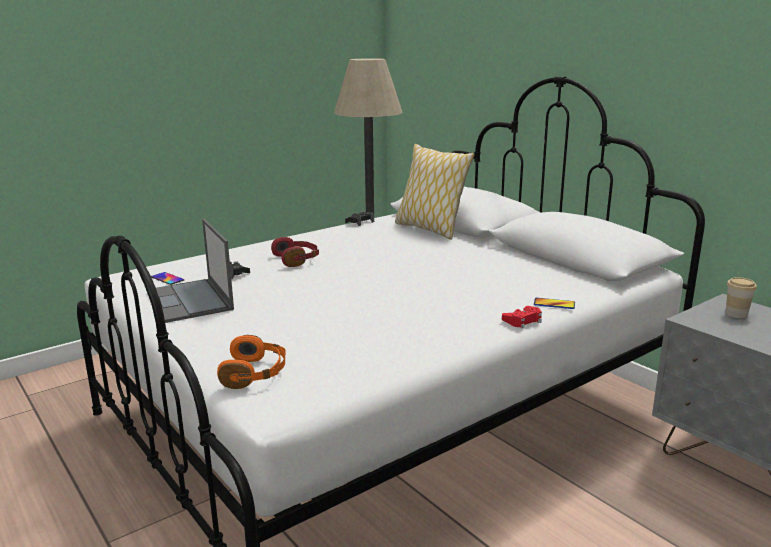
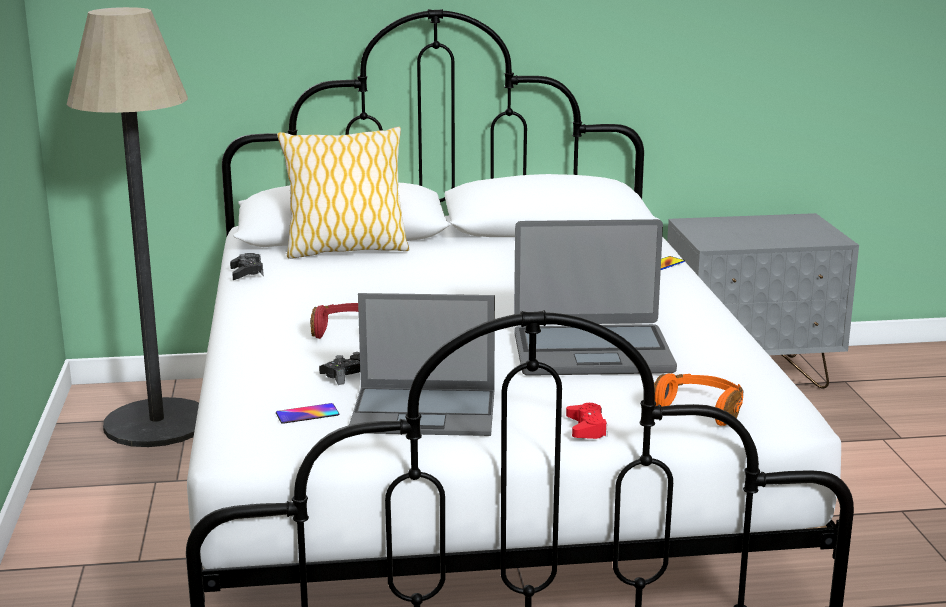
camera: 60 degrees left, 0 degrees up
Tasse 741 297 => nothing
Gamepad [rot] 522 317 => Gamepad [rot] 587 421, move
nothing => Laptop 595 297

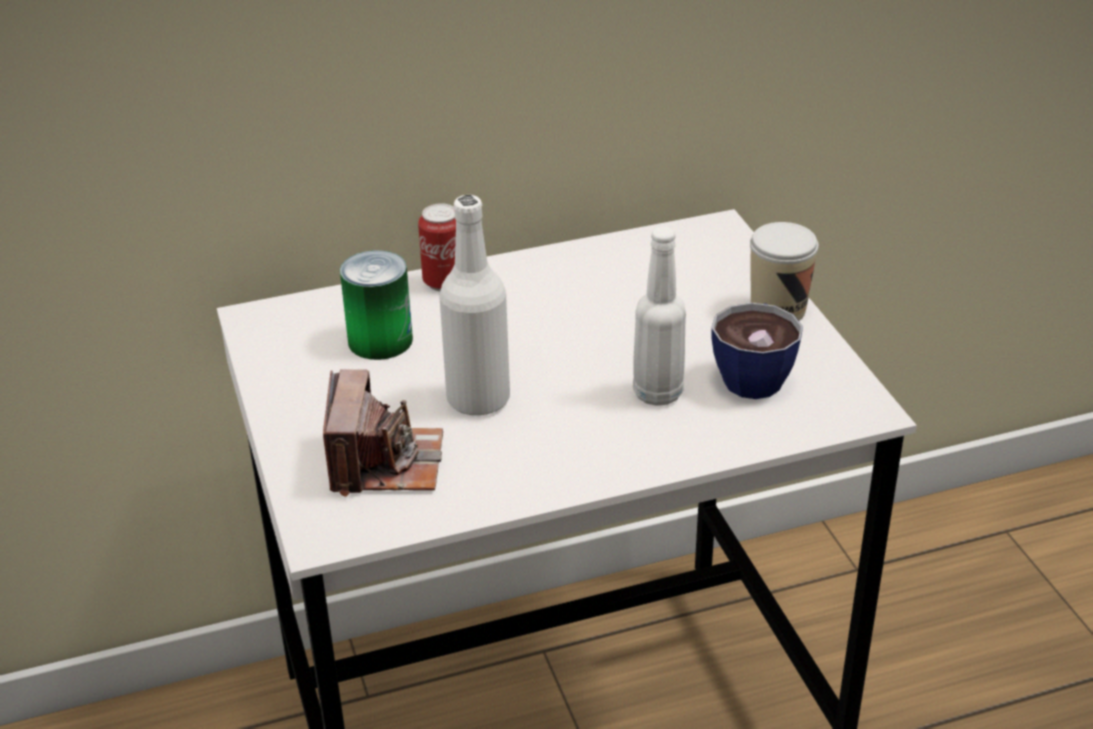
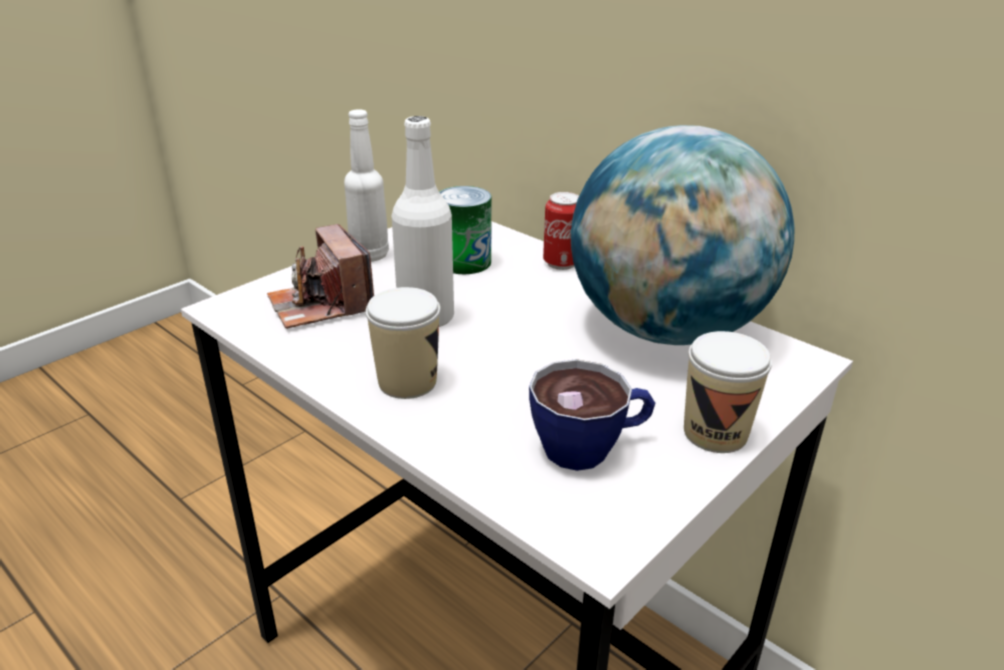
camera: 60 degrees right, 5 degrees down
Flasche [weiß] 659 316 => Flasche [weiß] 366 185, move
Kamera 383 433 => Kamera 320 276, 90 degrees clockwise
nothing => Globus 683 235
nothing => Tasse 403 343

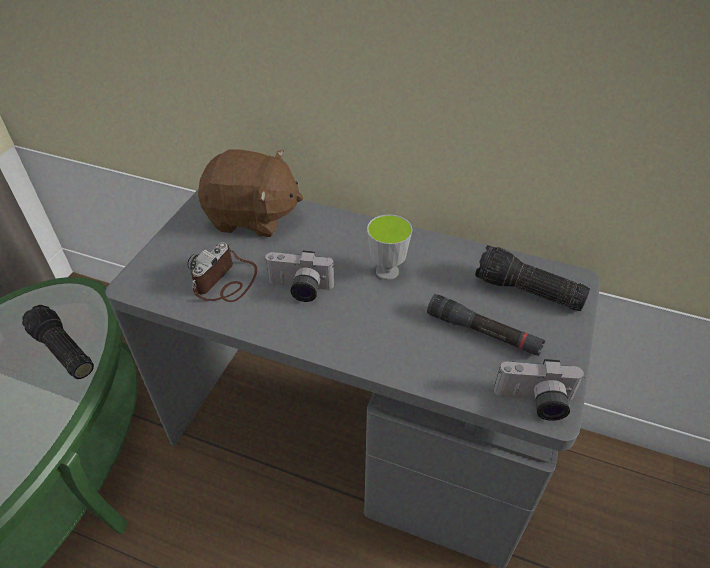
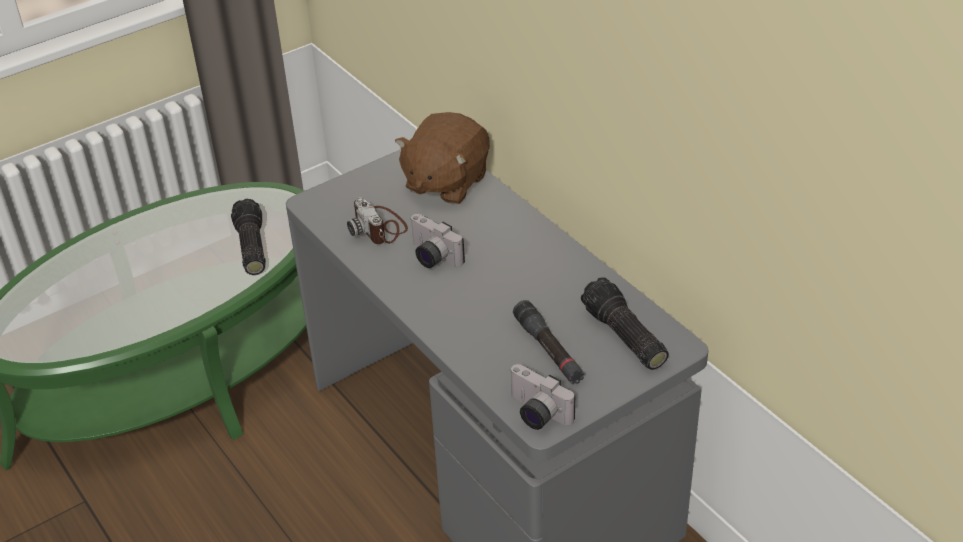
camera: 35 degrees right, 5 degrees down
Plüschtier [braun] 250 193 => Plüschtier [braun] 442 158, 75 degrees clockwise
Tasse 389 247 => nothing
Kamera 222 272 => Kamera 377 220, 90 degrees counterclockwise

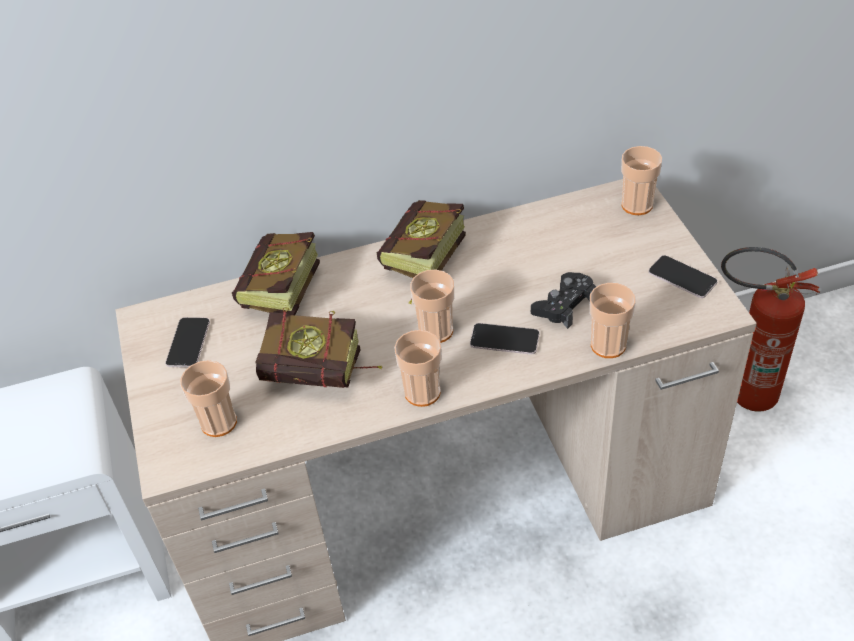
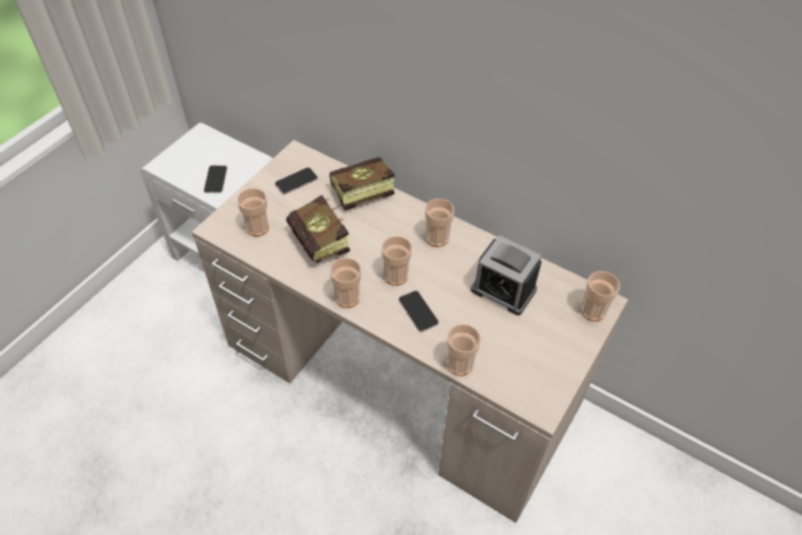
camera: 45 degrees right, 5 degrees up
Buch 421 252 => Tasse 439 223
Feuerlöscher 770 329 => nothing
Handy 683 276 => Handy 215 179, move
Gamepad [schwarz] 563 300 => nothing
nothing => Wecker 506 275

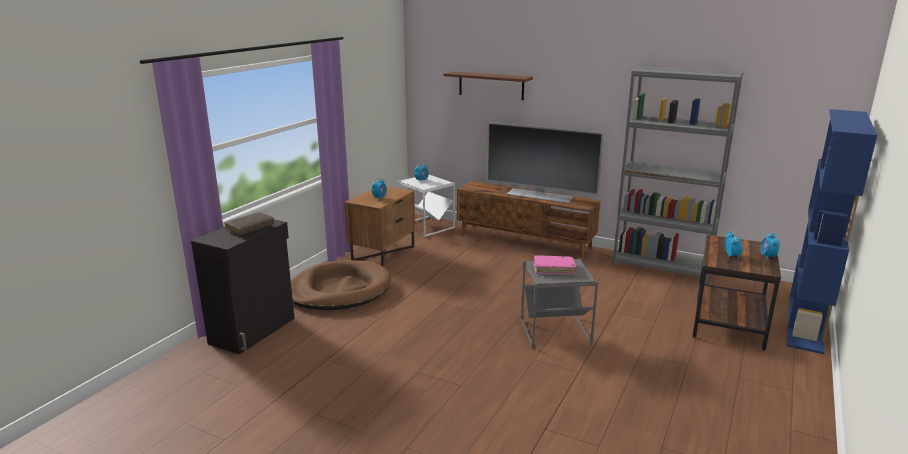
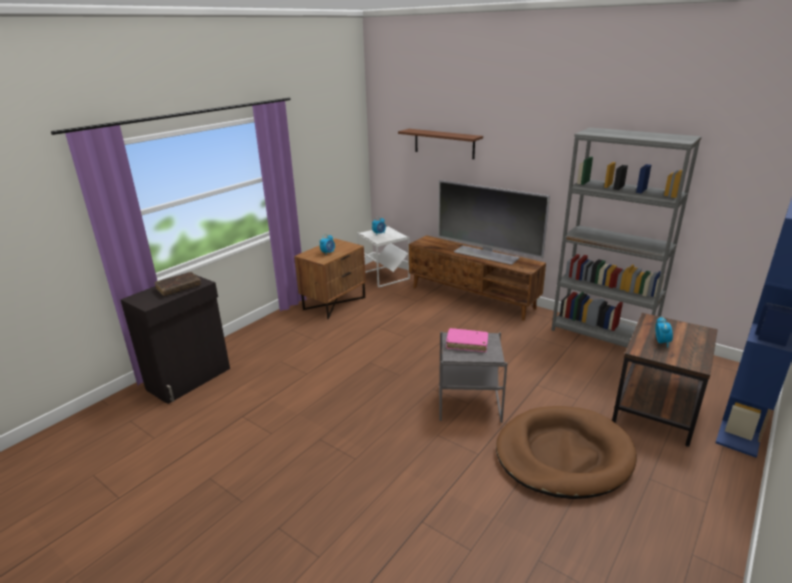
camera: 10 degrees right, 5 degrees up
Wecker 770 246 => nothing
Hundebett [braun] 341 285 => Hundebett [braun] 566 452, move

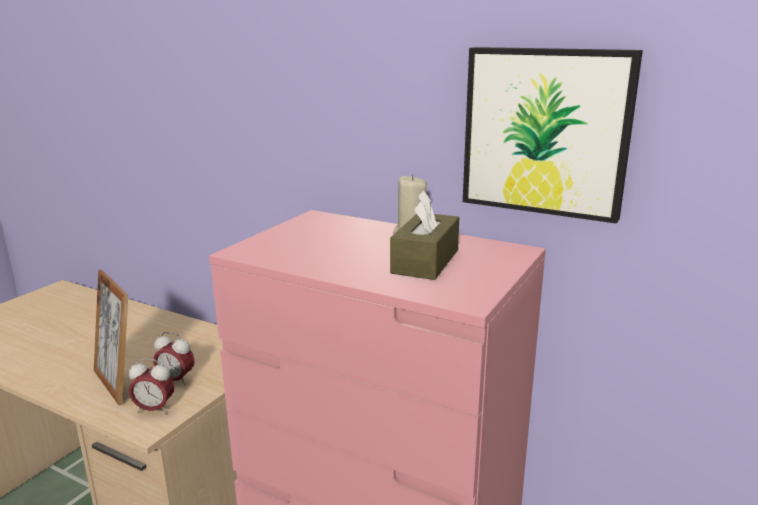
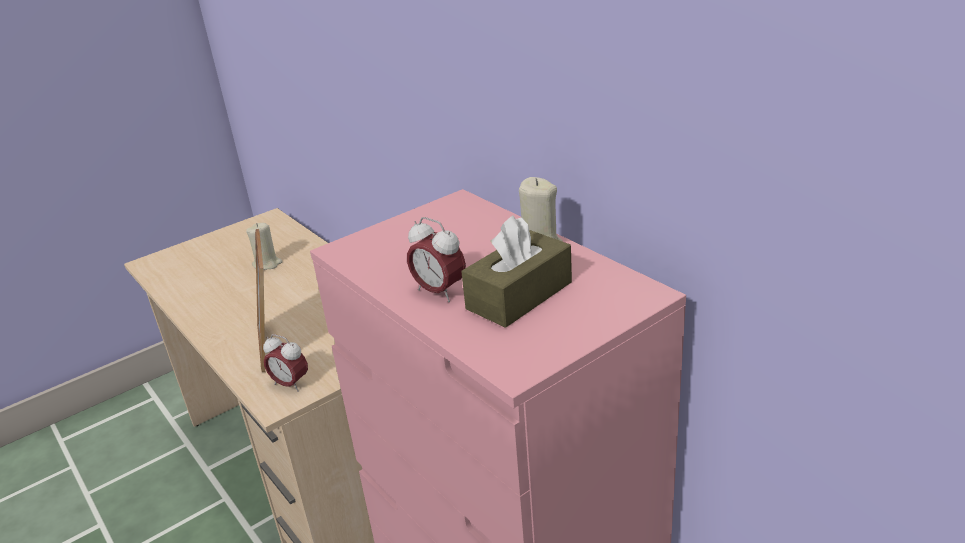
camera: 25 degrees right, 10 degrees up
Bild 553 135 => nothing
Wecker 174 359 => Wecker 436 259, move
nothing => Kerze [beige] 264 246

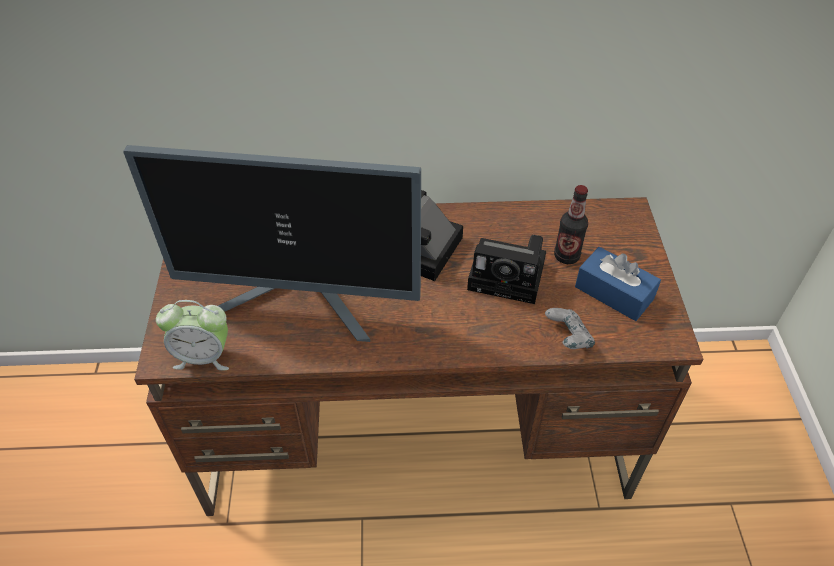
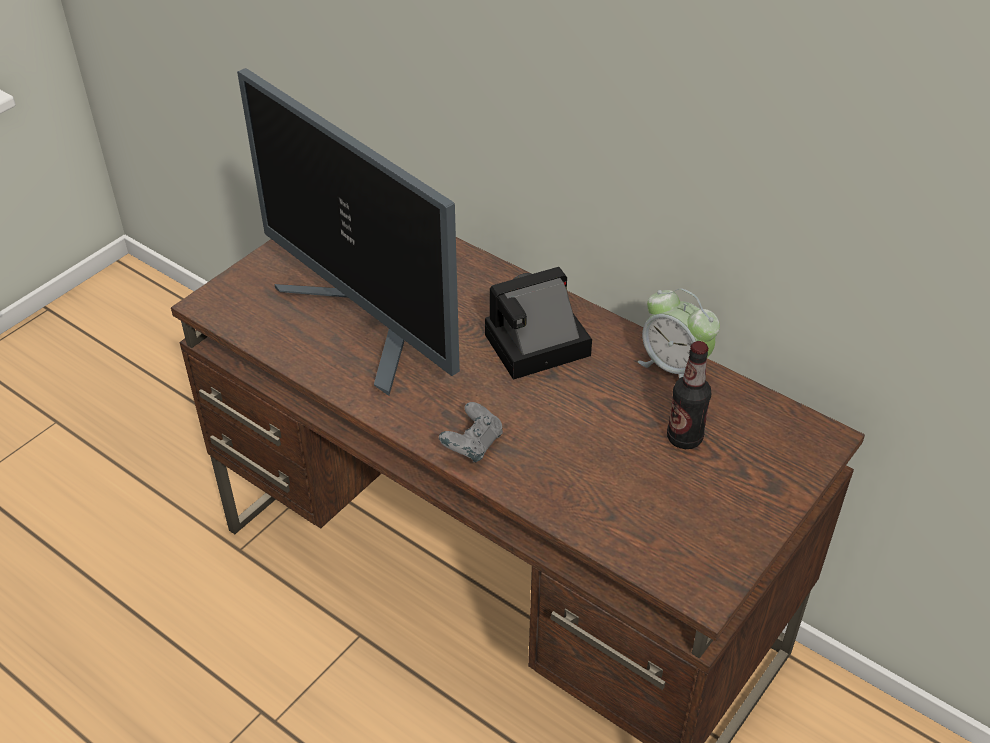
camera: 40 degrees right, 5 degrees down
Kamera 506 269 => nothing
Taschentuchbox [blau] 618 284 => nothing
Wecker 192 335 => Wecker 679 333, move
Gamepad [grau] 570 328 => Gamepad [grau] 471 432, move

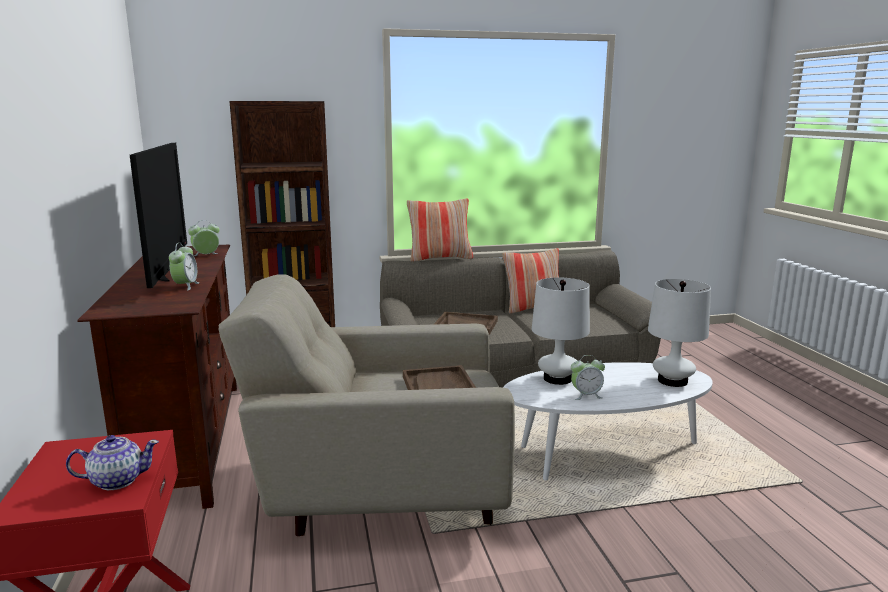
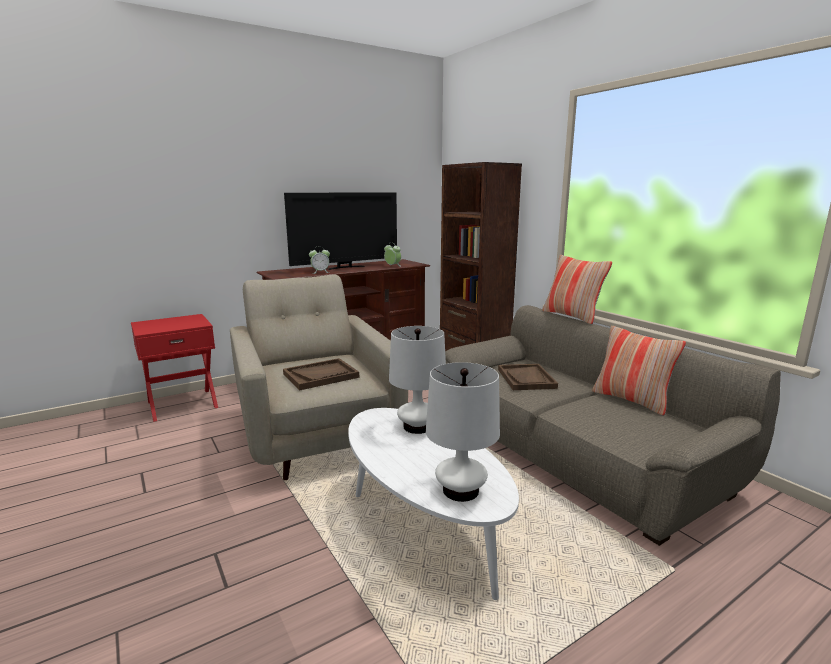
camera: 70 degrees right, 0 degrees up
Wecker 588 377 => nothing
Teekanne 112 462 => nothing

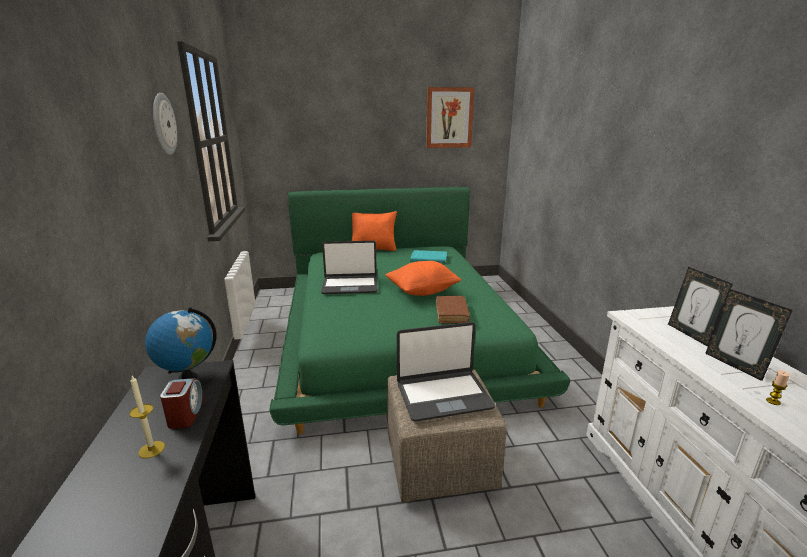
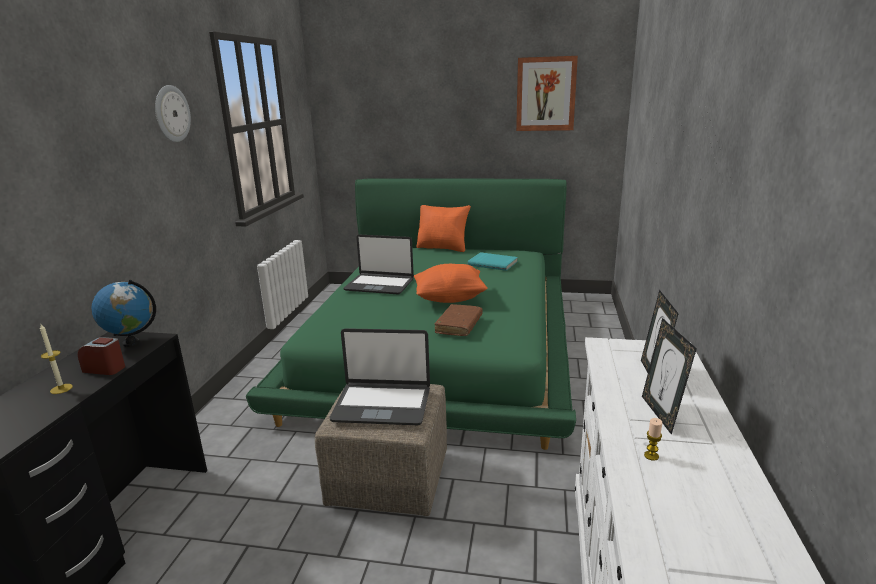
camera: 20 degrees right, 0 degrees up
Wecker 182 403 => Wecker 101 356, 90 degrees counterclockwise

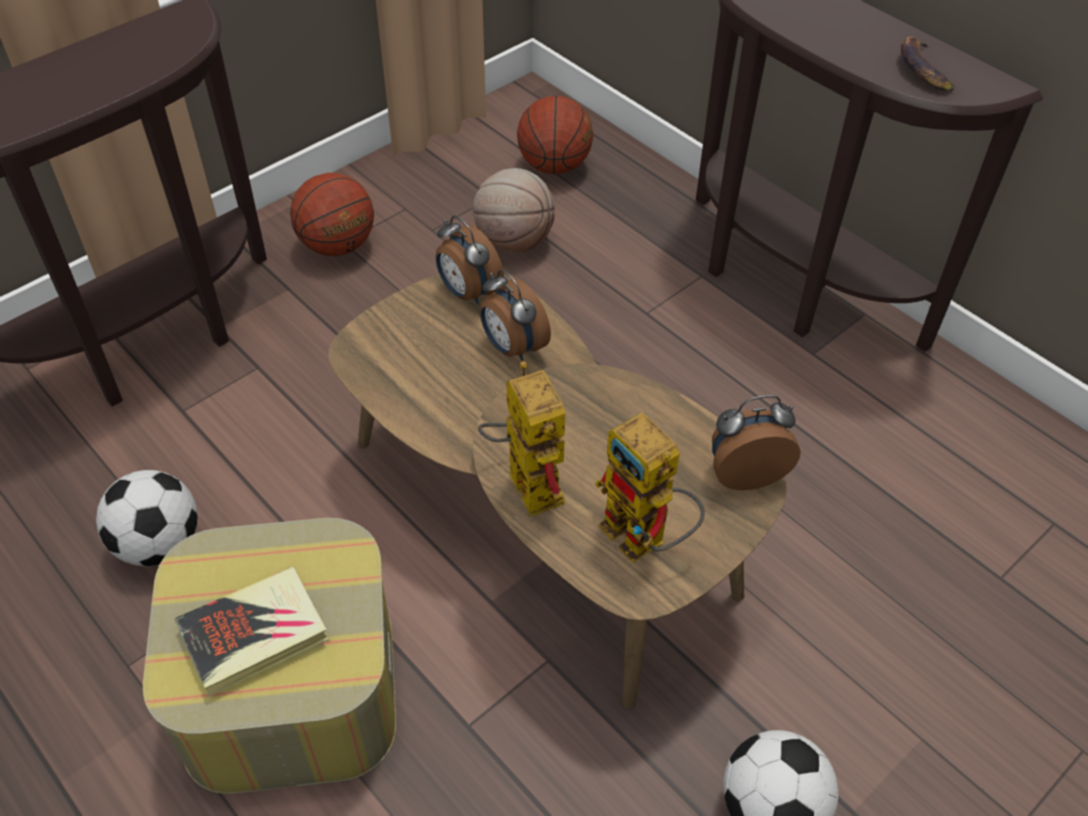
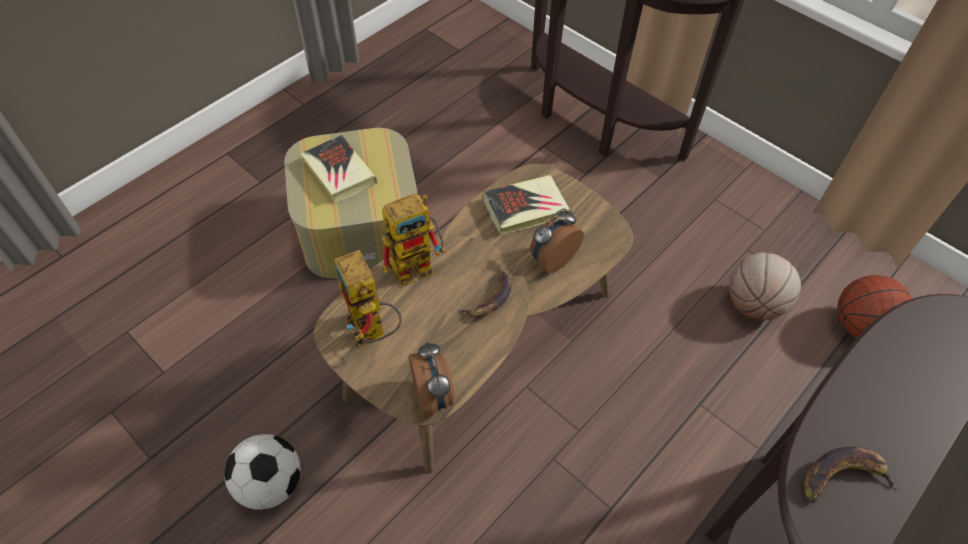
camera: 85 degrees right, 5 degrees up
Basketball 332 214 => nothing
Wecker 470 260 => nothing
Spielzeugroboter 650 487 => Spielzeugroboter 368 298, 75 degrees counterclockwise
Fußball 147 518 => nothing
nothing => Buch 526 205
nothing => Banane 485 294

